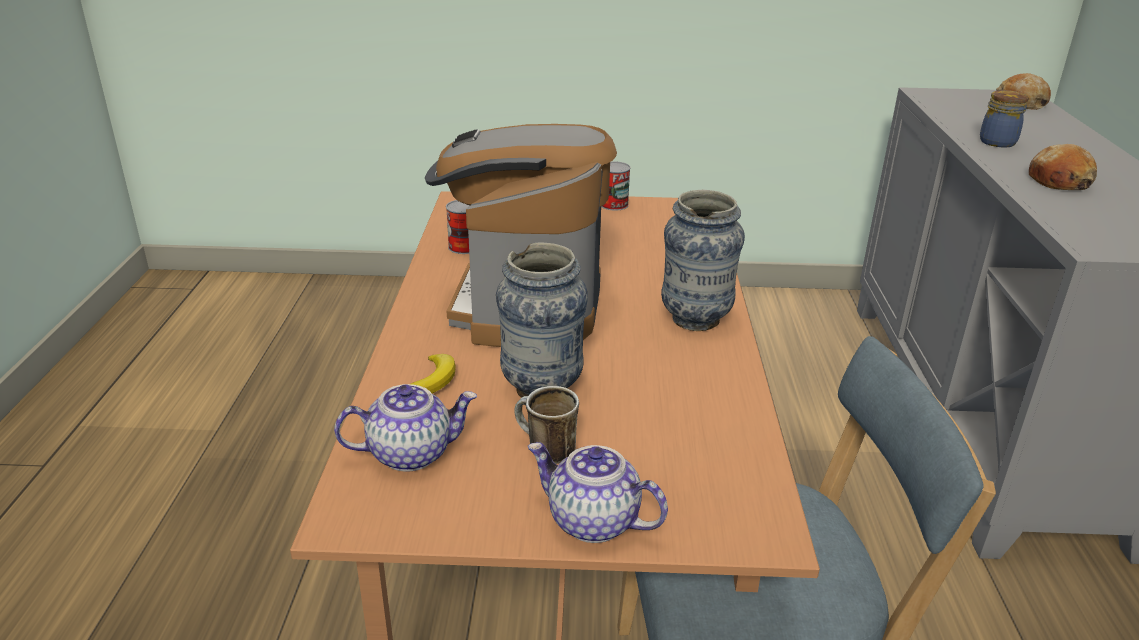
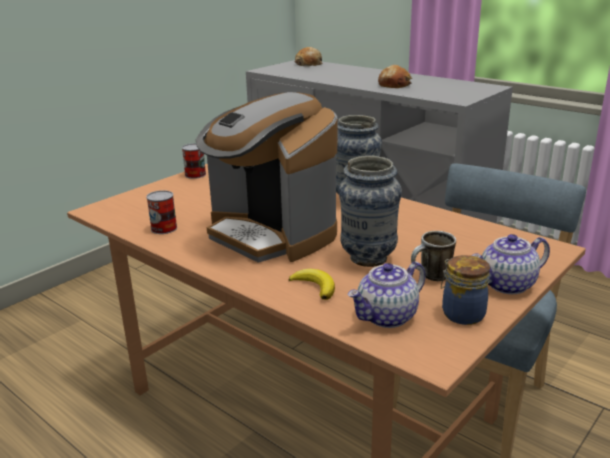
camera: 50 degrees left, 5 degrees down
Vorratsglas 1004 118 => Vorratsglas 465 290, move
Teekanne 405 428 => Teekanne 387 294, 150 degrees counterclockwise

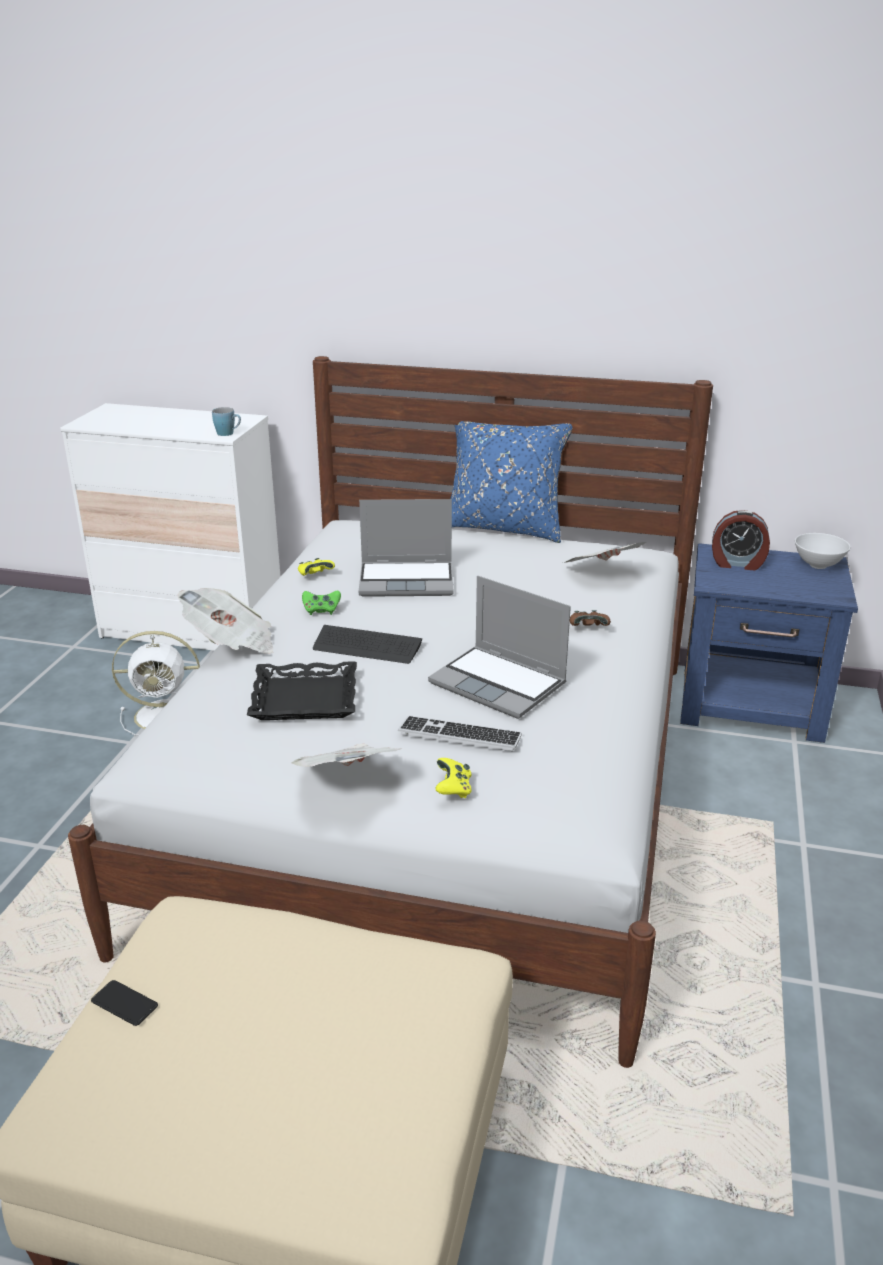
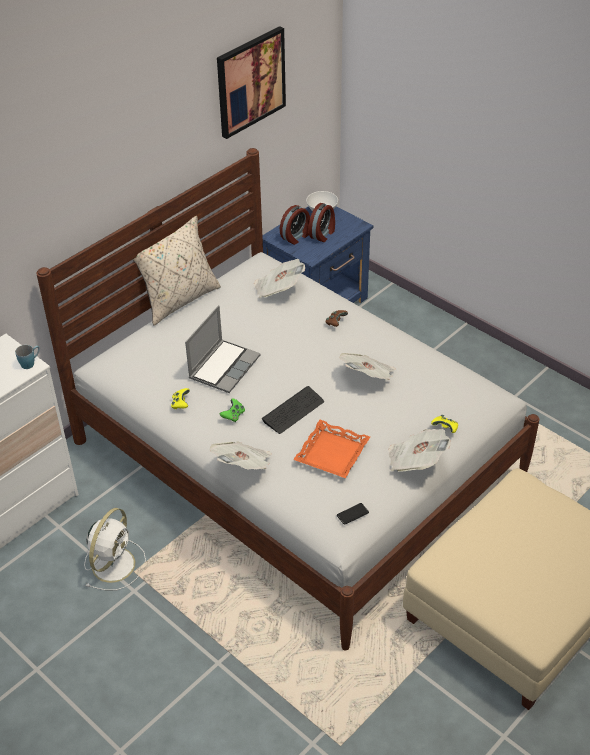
camera: 60 degrees left, 15 degrees up
Kissen [blau] 511 482 => Kissen [beige] 177 271
Laptop 499 647 => Zeitung 367 366
Tablett [schwarz] 302 690 => Tablett [orange] 331 449
Tastatur 460 733 => nothing
Handy 124 1003 => Handy 353 514, move
nothing => Bild 251 82
nothing => Wecker 322 222

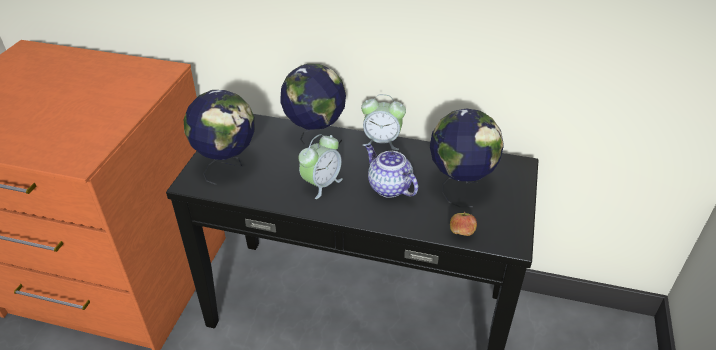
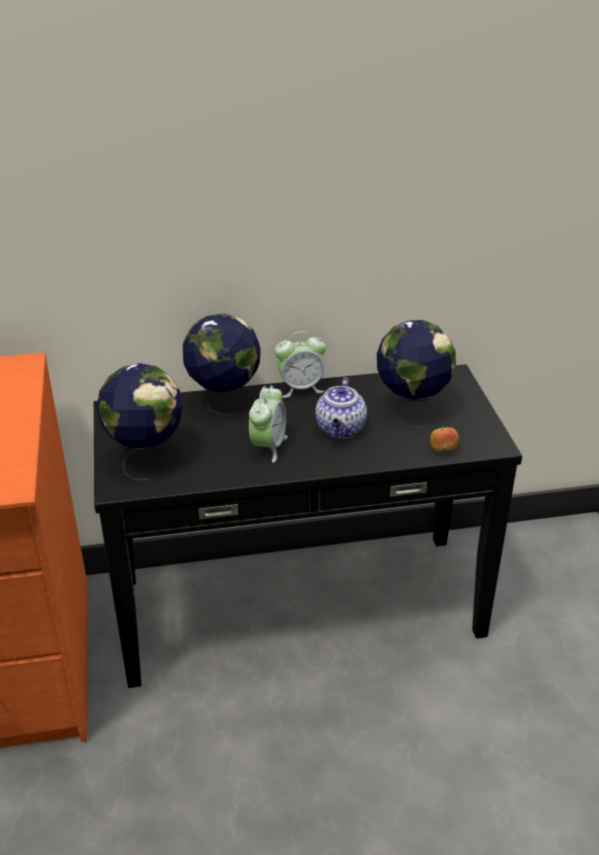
camera: 25 degrees left, 5 degrees down
Teekanne 391 171 => Teekanne 341 408, 105 degrees counterclockwise

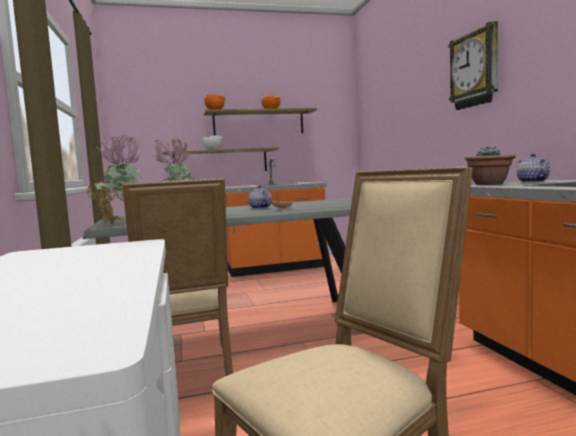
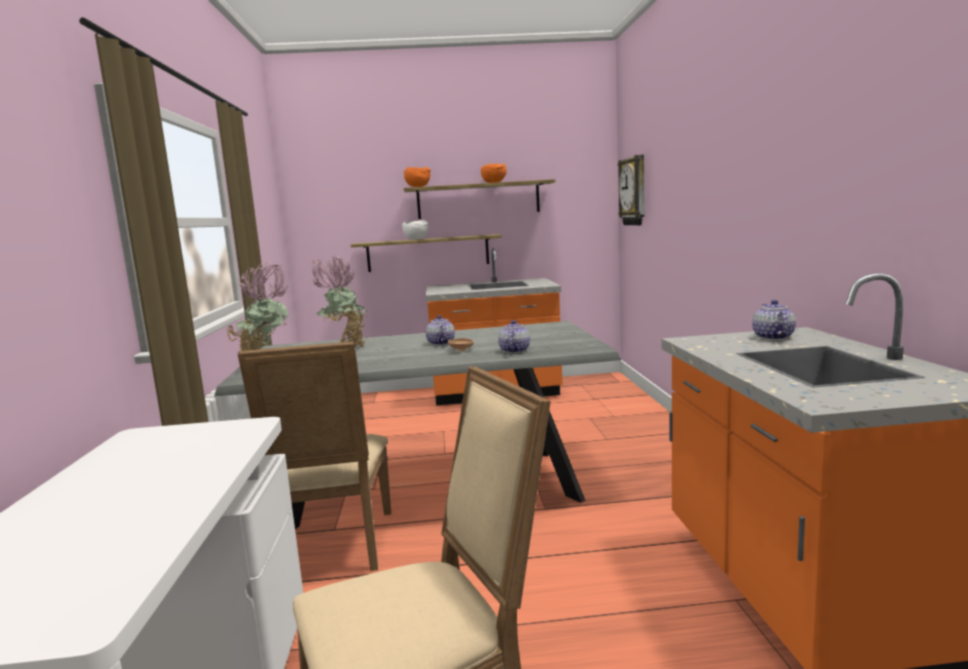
camera: 10 degrees right, 5 degrees up
Wanduhr 473 65 => Wanduhr 631 190, move
Topfpflanze 490 165 => nothing
nothing => Teekanne 514 336

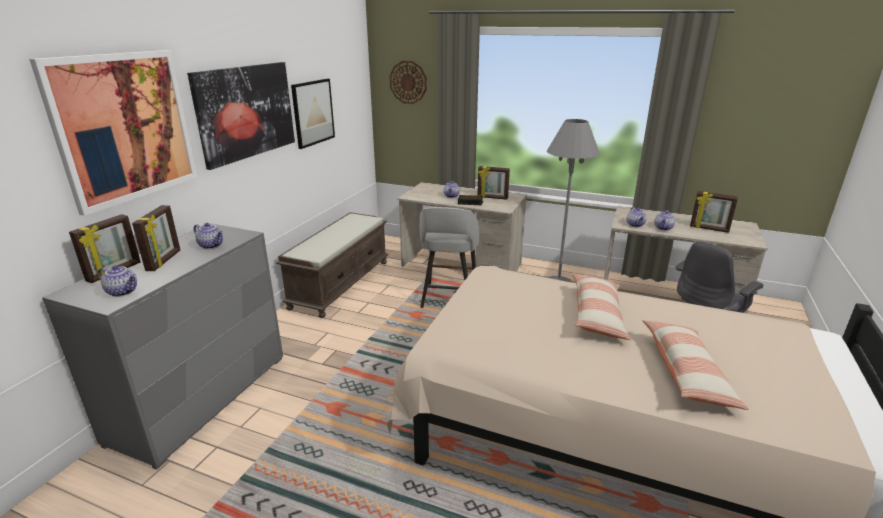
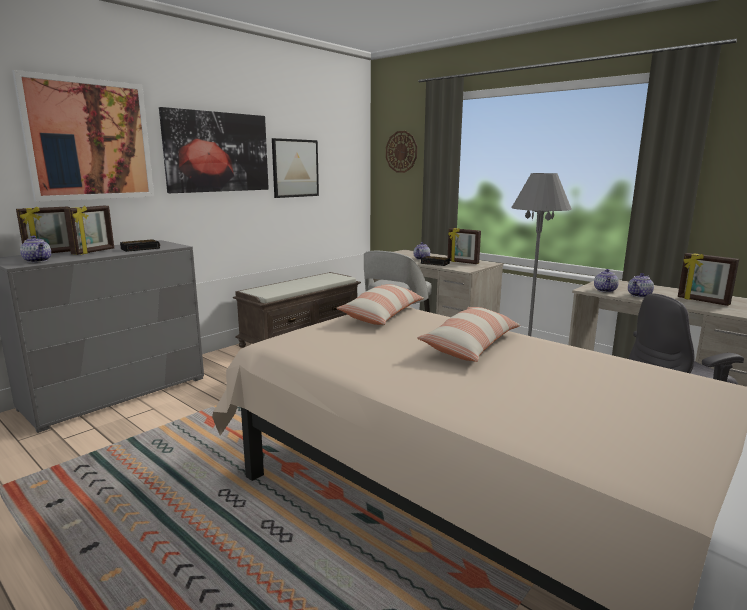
camera: 20 degrees right, 10 degrees down
Teekanne 208 236 => Wecker 140 245
Kissen 695 365 => Kissen 380 304, move

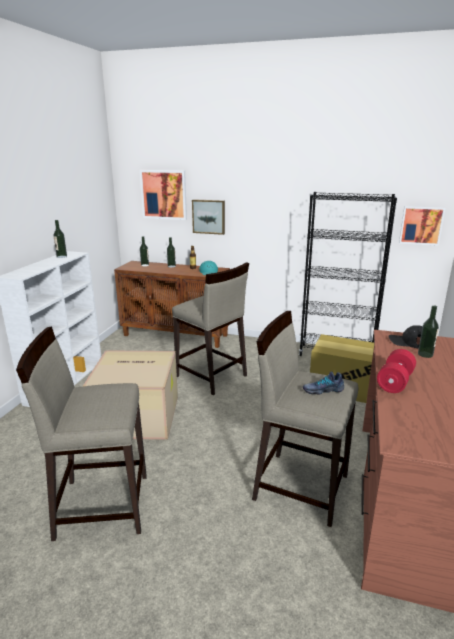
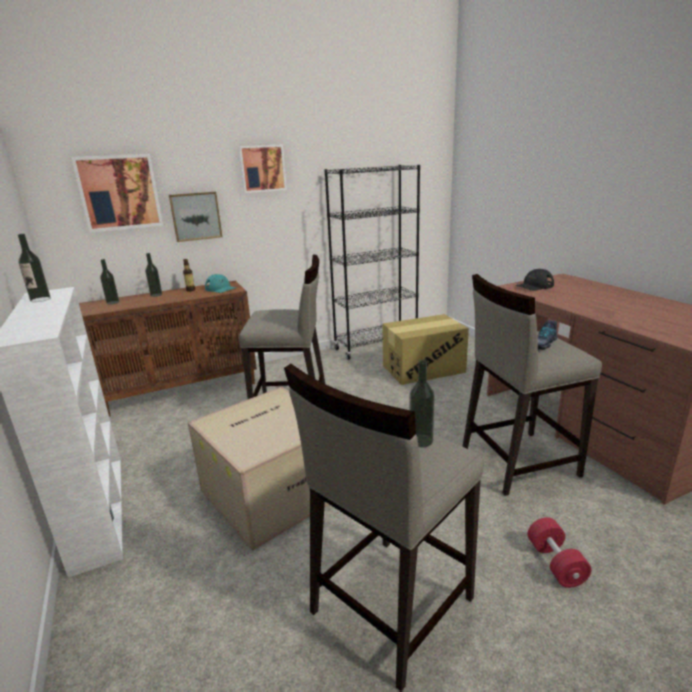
camera: 40 degrees left, 0 degrees up
Bild 422 226 => Bild 262 169, move
Flasche 428 331 => Flasche 422 403, move
Hantel [rot] 396 371 => Hantel [rot] 560 552, move

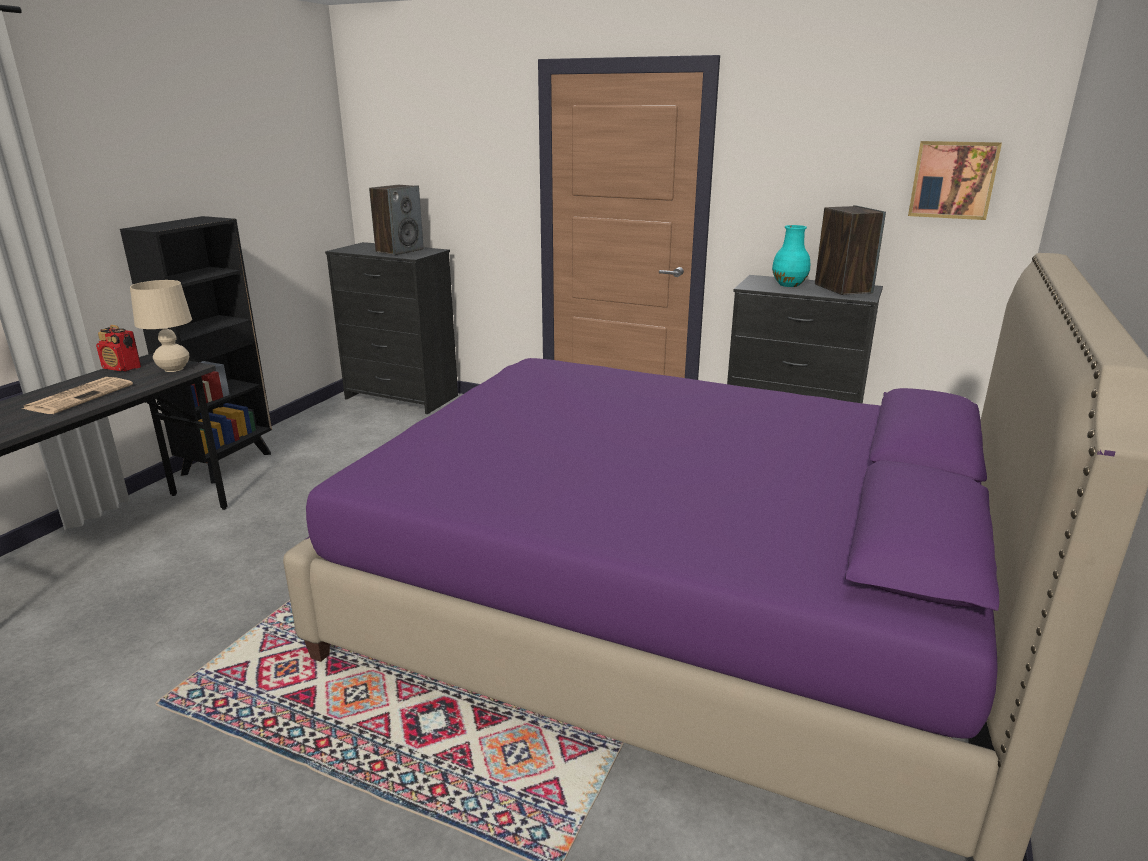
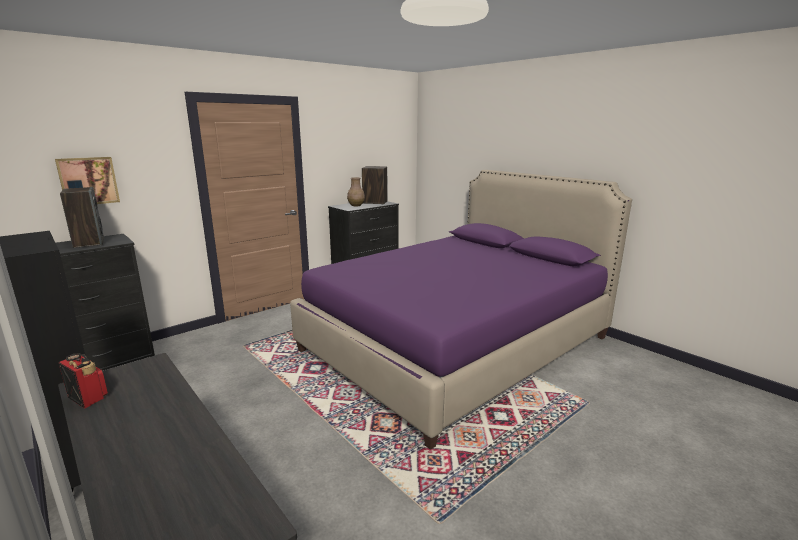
camera: 65 degrees left, 5 degrees down
Bild 955 180 => Bild 87 180, move
Vase [türkis] 791 256 => Vase [braun] 356 191
Tischlampe [beige] 161 326 => nothing
Radio 118 348 => Radio 83 380, 105 degrees counterclockwise
Zeitung 77 395 => nothing

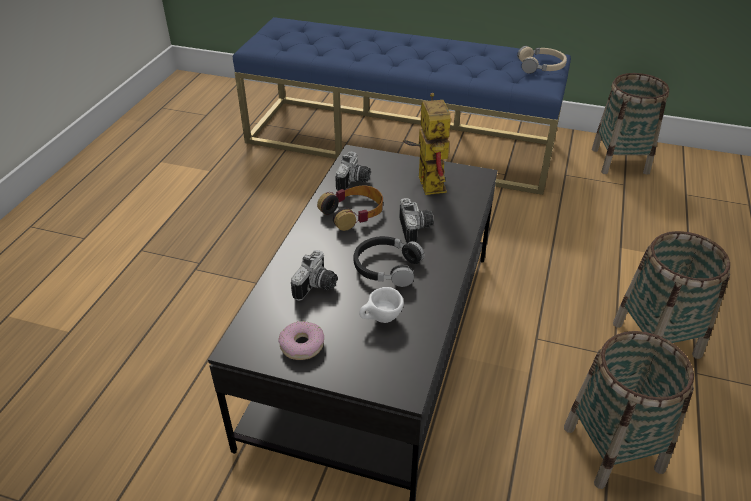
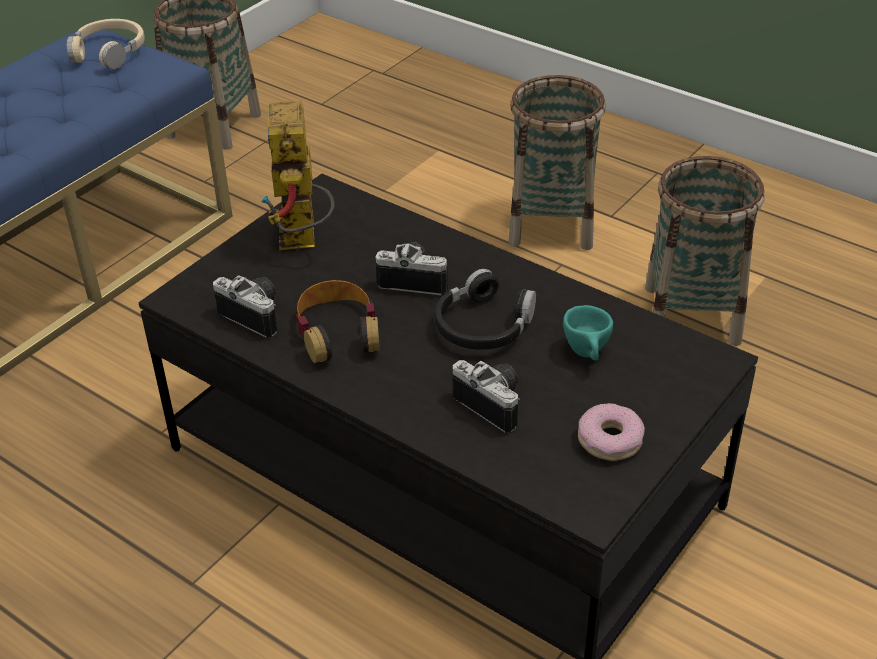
camera: 70 degrees left, 0 degrees up
Spielzeugroboter 427 144 => Spielzeugroboter 297 175, 105 degrees counterclockwise
Tasse [weiß] 381 305 => Tasse [türkis] 588 333

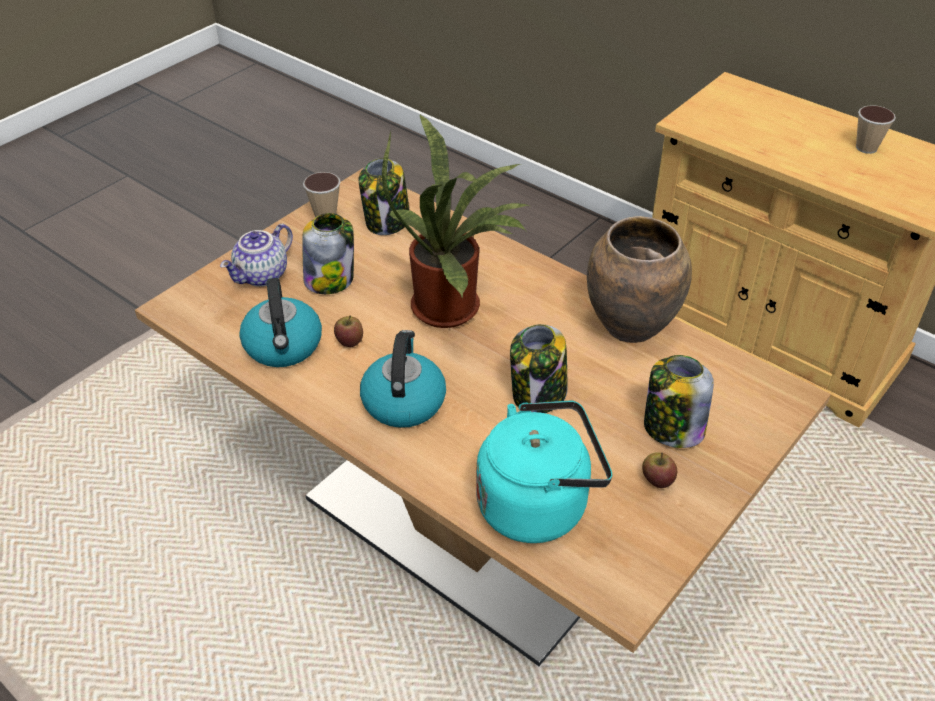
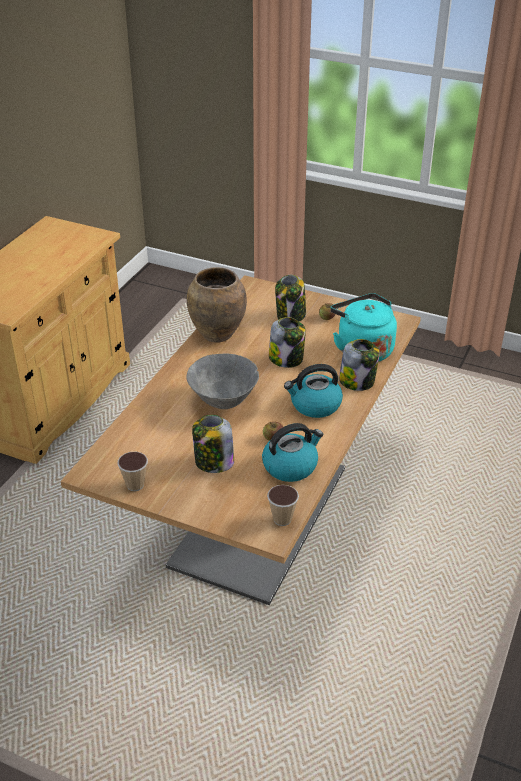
camera: 105 degrees left, 5 degrees down
Tasse 876 129 => Tasse 283 505, move
Topfpflanze 455 220 => Schüssel [grau] 222 381
Vorratsglas 384 196 => Vorratsglas 359 365, move
Teekanne 256 255 => nothing

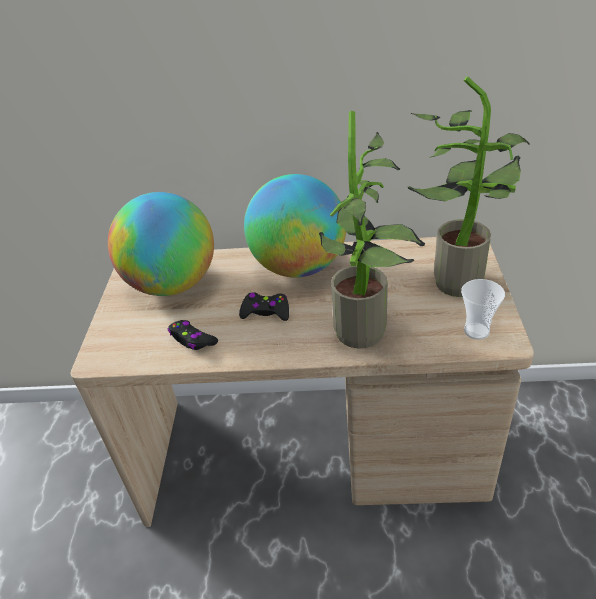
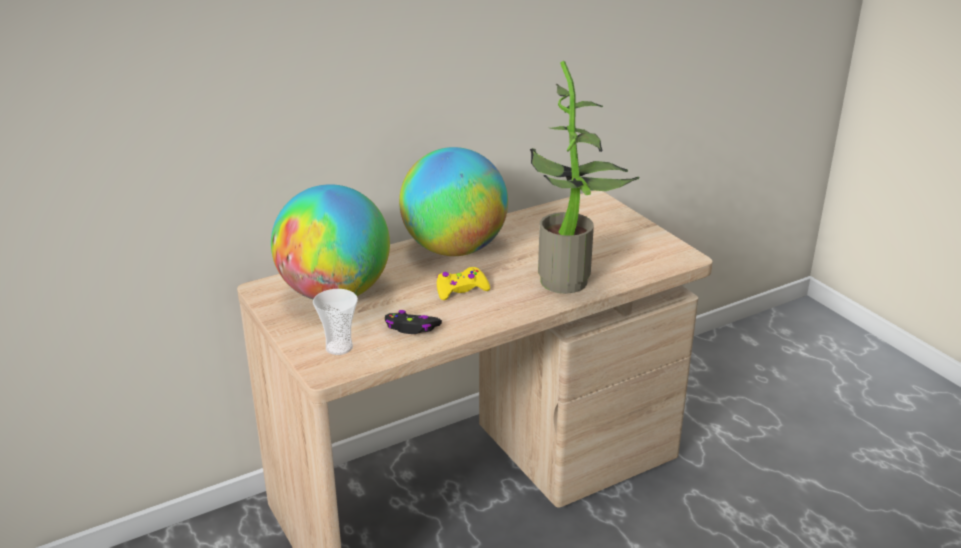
camera: 35 degrees left, 10 degrees down
Topfpflanze 469 187 => nothing
Tasse 483 309 => Tasse 335 322, move
Gamepad [schwarz] 264 306 => Gamepad [gelb] 463 283

